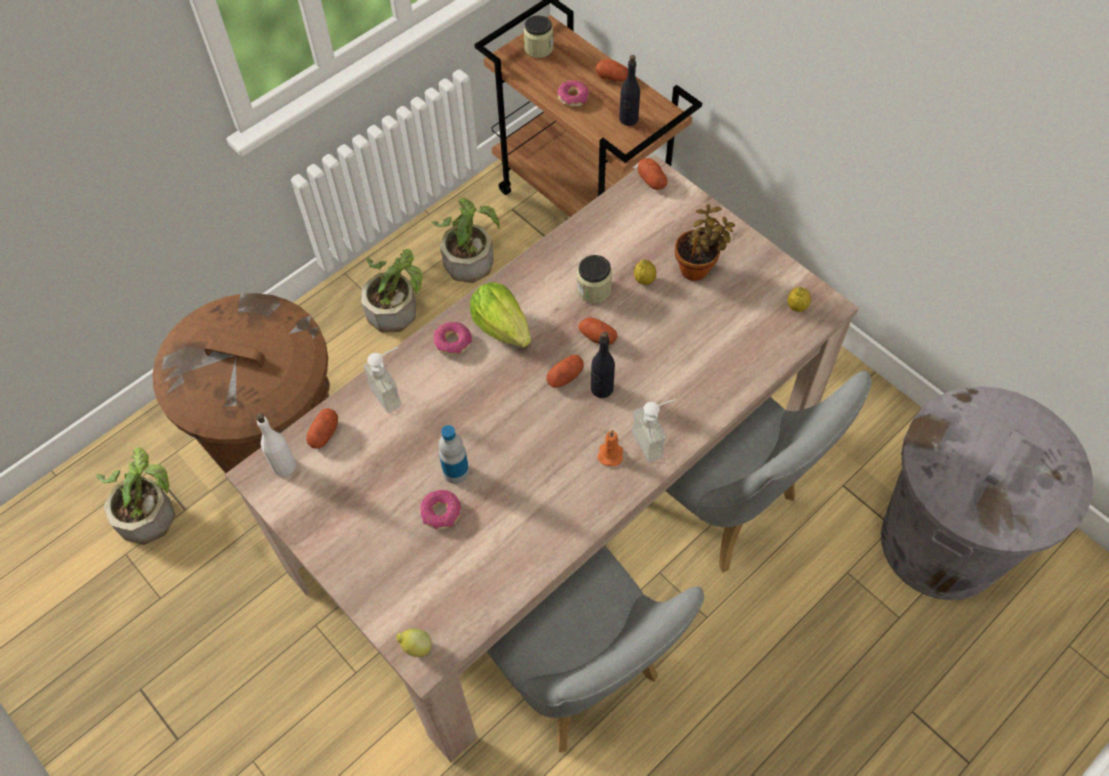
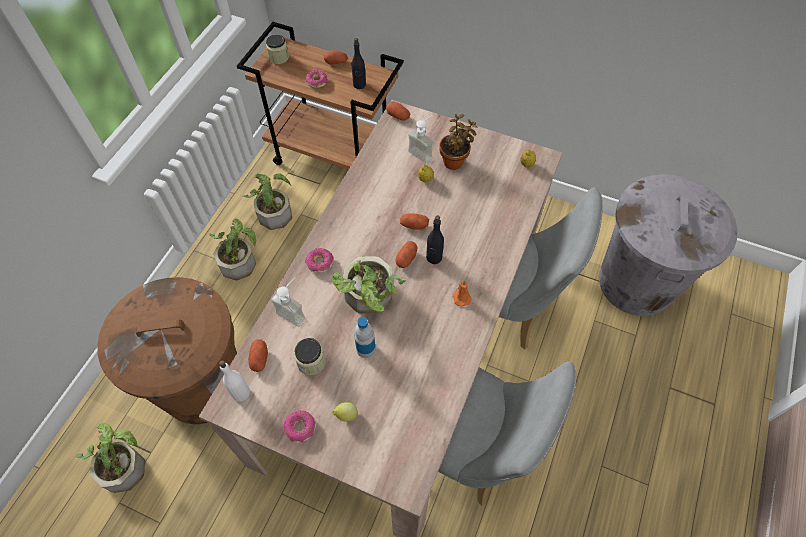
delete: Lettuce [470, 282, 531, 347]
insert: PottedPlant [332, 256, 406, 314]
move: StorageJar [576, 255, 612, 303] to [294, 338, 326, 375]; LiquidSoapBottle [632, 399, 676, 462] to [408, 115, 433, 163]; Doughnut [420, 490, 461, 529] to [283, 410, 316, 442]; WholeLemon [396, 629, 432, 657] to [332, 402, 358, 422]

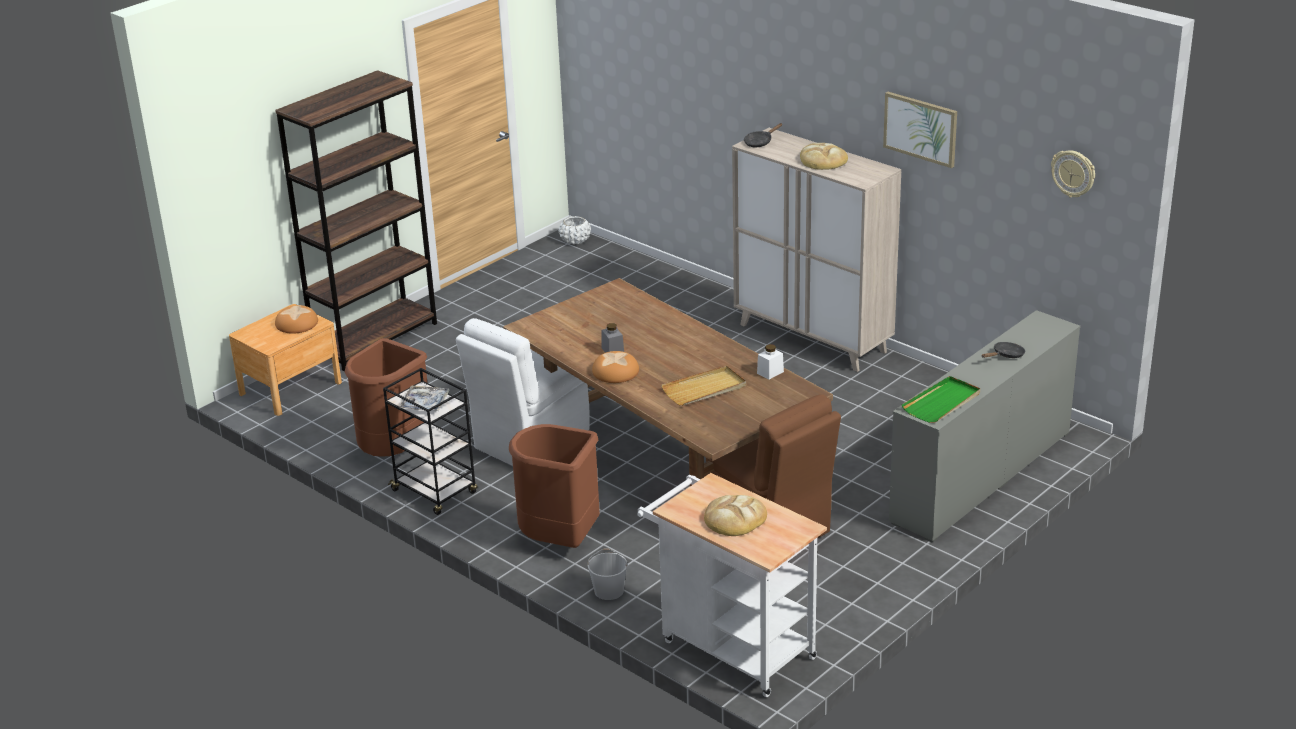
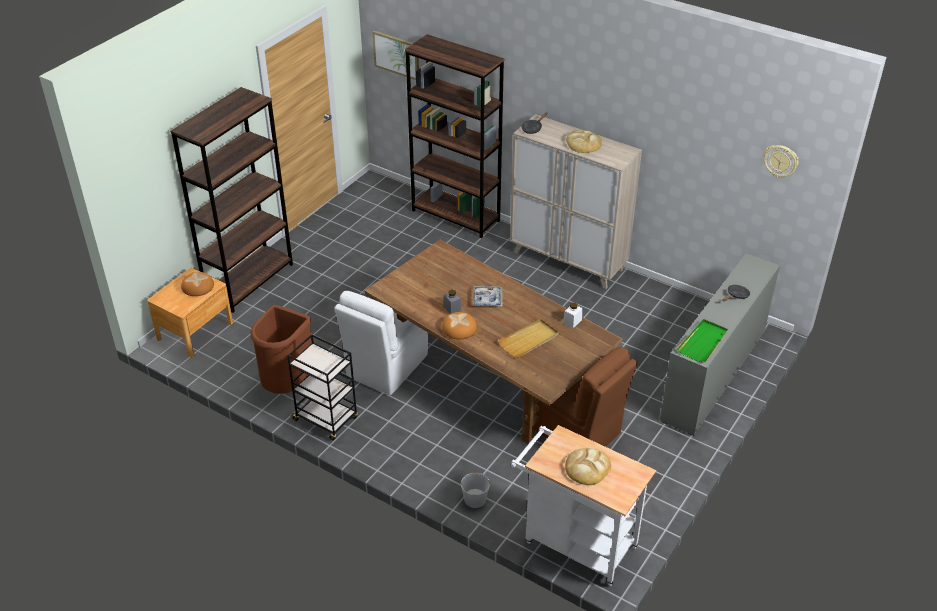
delete: WhiteFlowerPot [559, 216, 591, 244]; BrownRubbishBin [509, 424, 600, 548]
insert: BrownBookshelf [405, 34, 504, 239]
move: WallPicture [883, 92, 957, 168] to [372, 31, 419, 80]; Tray [399, 386, 450, 411] to [473, 286, 502, 306]

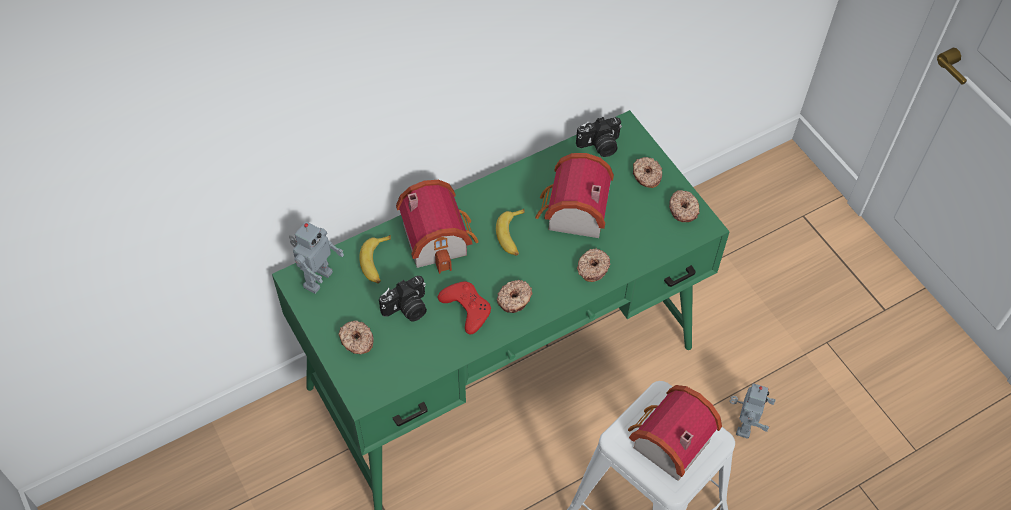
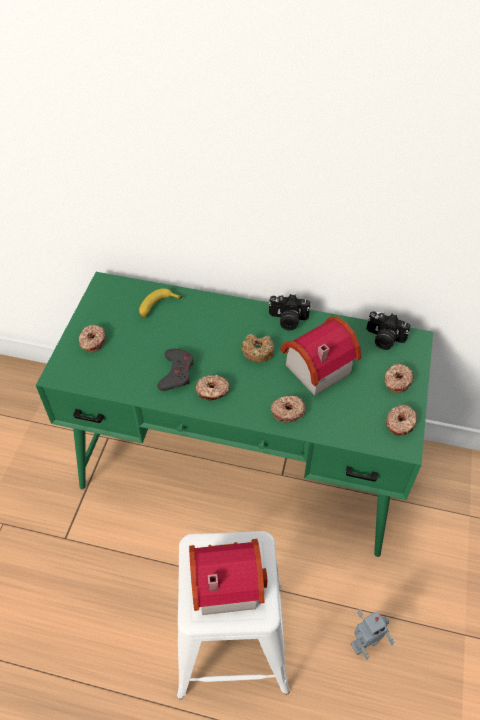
delete: ModelHouse [396, 180, 478, 274]; ToyRobot [289, 222, 344, 294]
move: StillCamera [379, 276, 427, 322] to [268, 294, 310, 330]
replace: Banana [496, 209, 525, 256] to Doughnut [242, 333, 274, 362]
recolor: RedGamepad [438, 281, 491, 335] to GrayGamepad [157, 349, 193, 391]

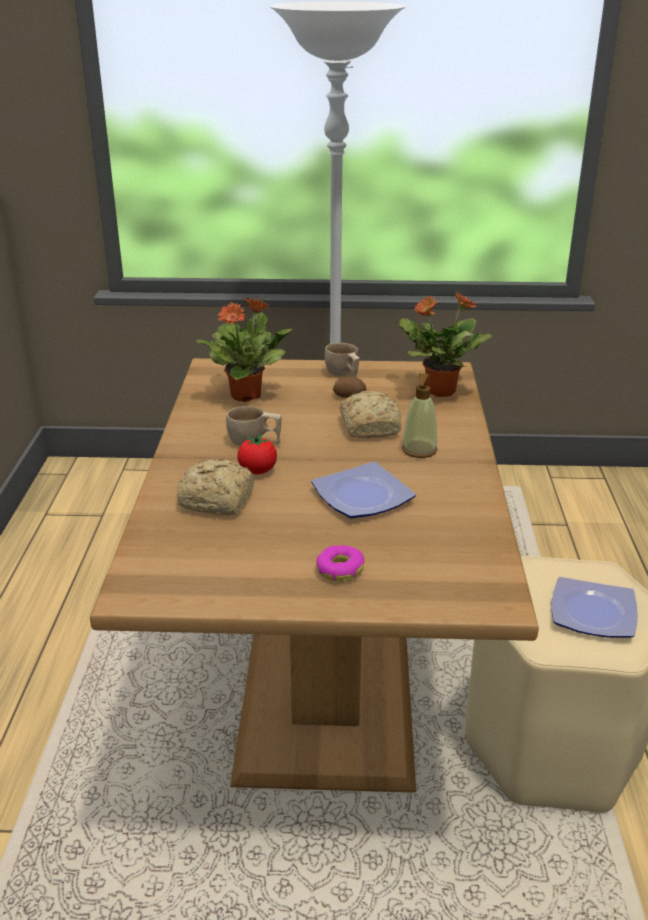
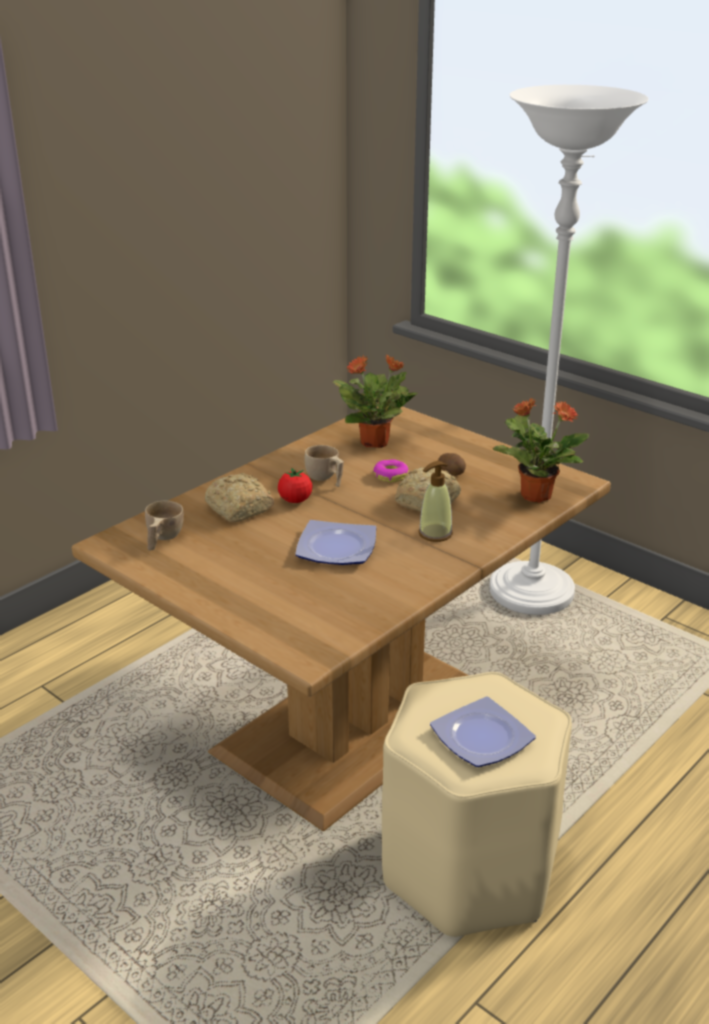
move: SandColouredDrinkingCup [325, 343, 359, 377] to [145, 500, 184, 551]; Doughnut [316, 545, 364, 582] to [373, 459, 409, 482]

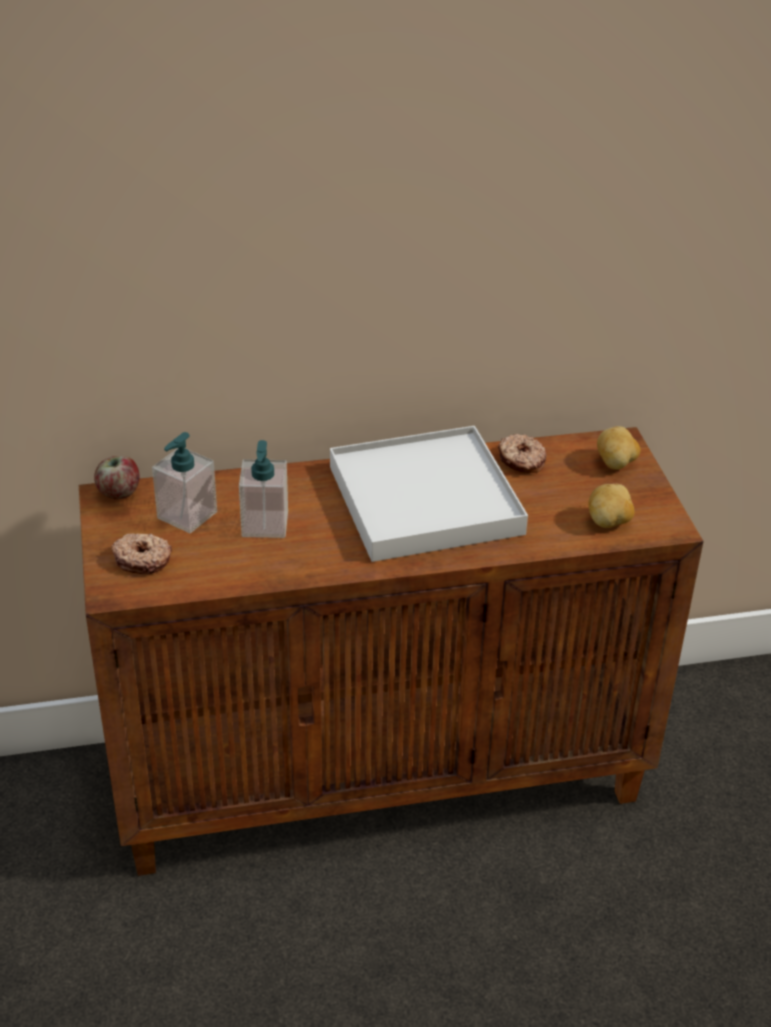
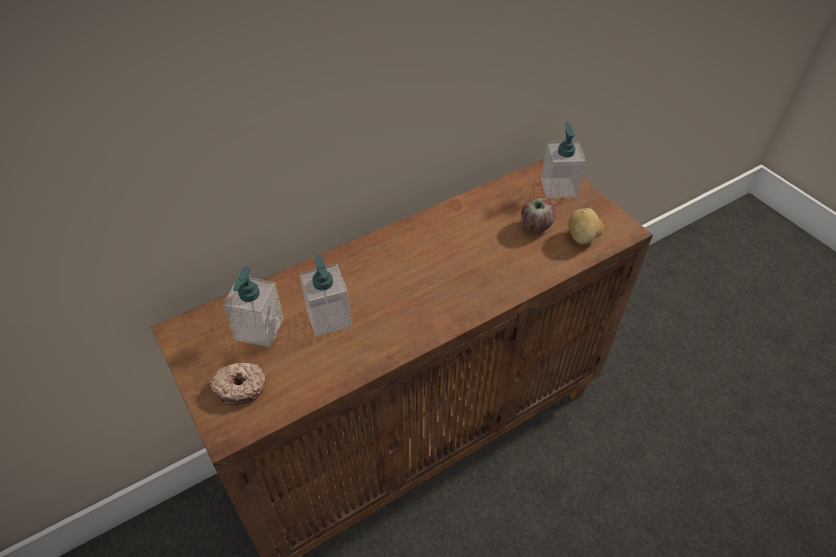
delete: WhiteTray [330, 426, 528, 562]; Doughnut [498, 434, 546, 474]
move: Apple [94, 456, 140, 500] to [521, 198, 556, 233]
replace: Potato [597, 426, 641, 470] to LiquidSoapBottle [541, 122, 586, 199]

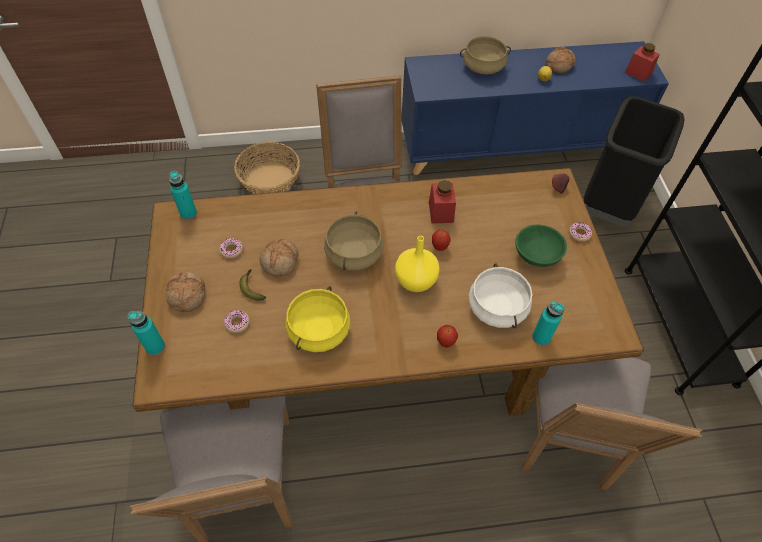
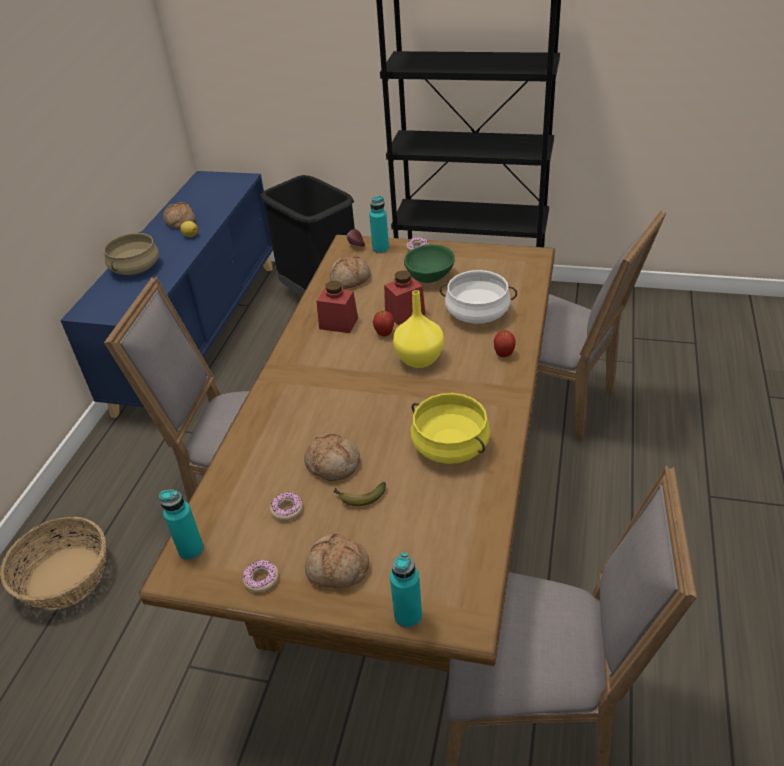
delete: SandColouredStockpot [324, 212, 383, 270]
insert: BakedBread [330, 256, 371, 289]
move: RedStorageJar [625, 43, 660, 82] to [384, 270, 425, 325]; TurquoiseBottle [532, 301, 565, 346] to [369, 196, 389, 253]; Doughnut [224, 310, 250, 333] to [243, 560, 279, 593]

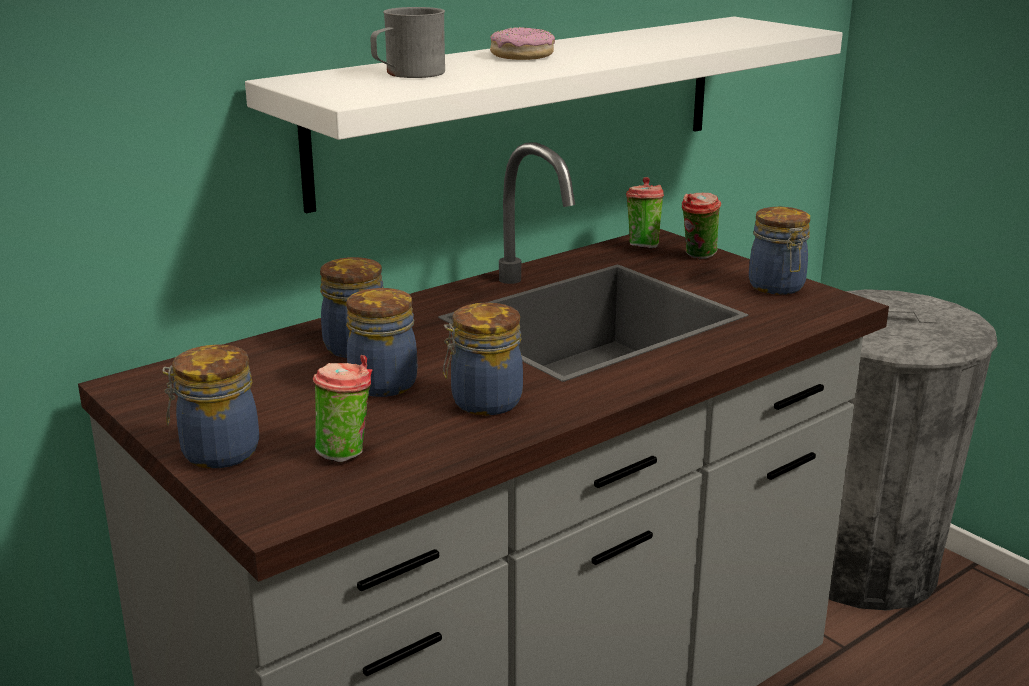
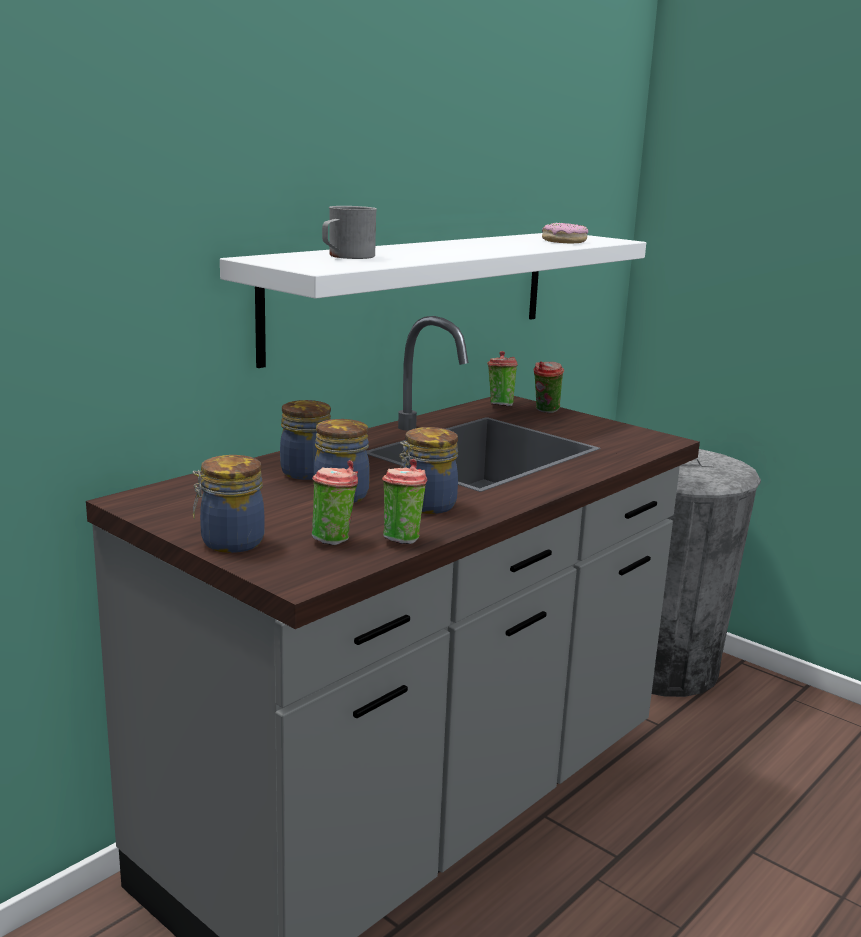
delete: StorageJar [749, 207, 810, 295]
insert: DrinkingCup [382, 459, 427, 544]
move: Doughnut [490, 27, 555, 60] to [542, 223, 588, 243]

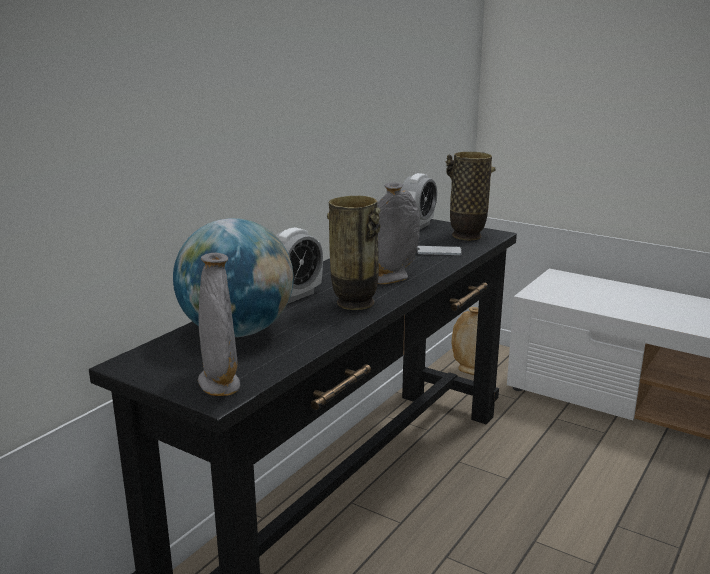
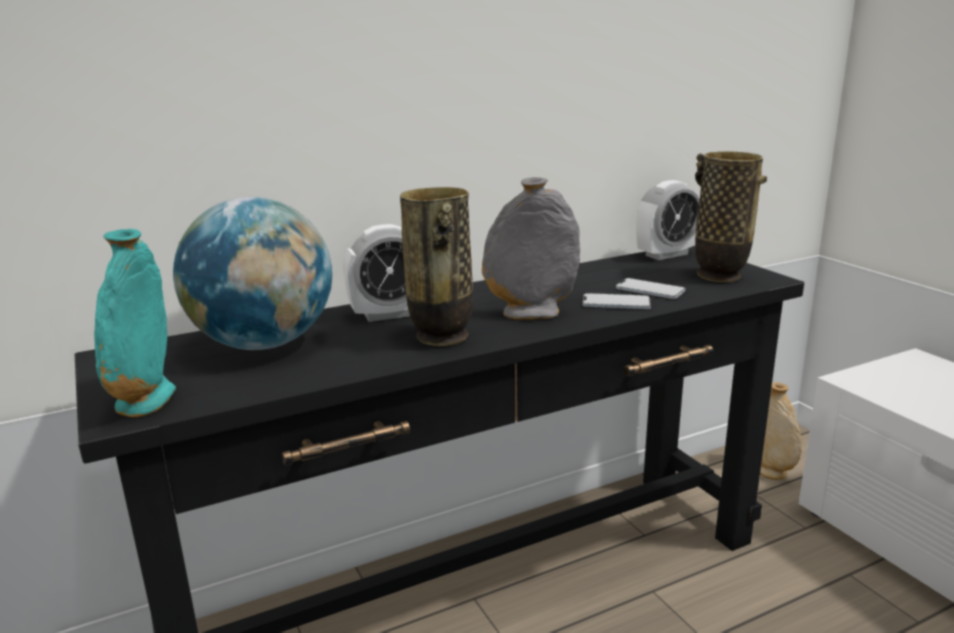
insert: Telephone [582, 293, 651, 309]
recolor: GrayFlowerVase [198, 253, 240, 396] to TurquoiseFlowerVase [94, 229, 176, 417]

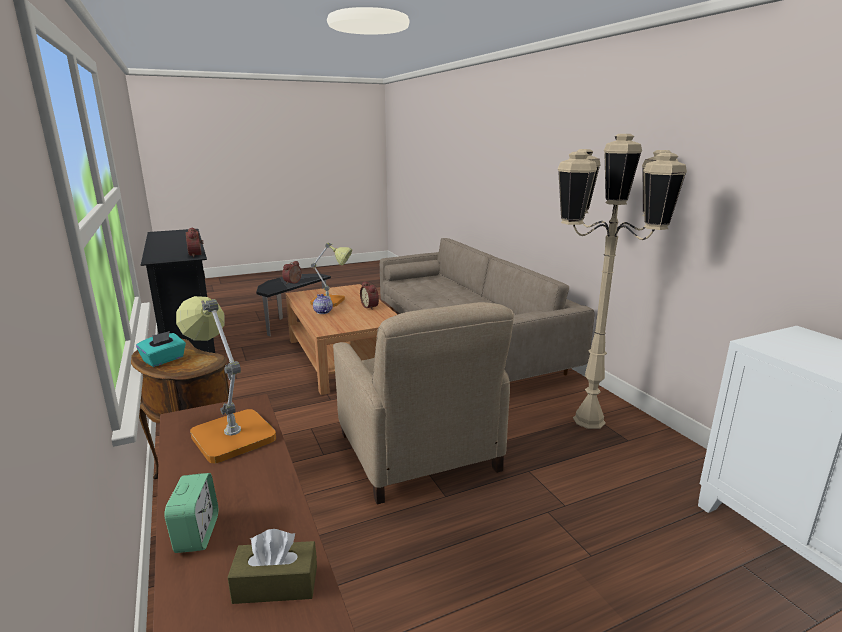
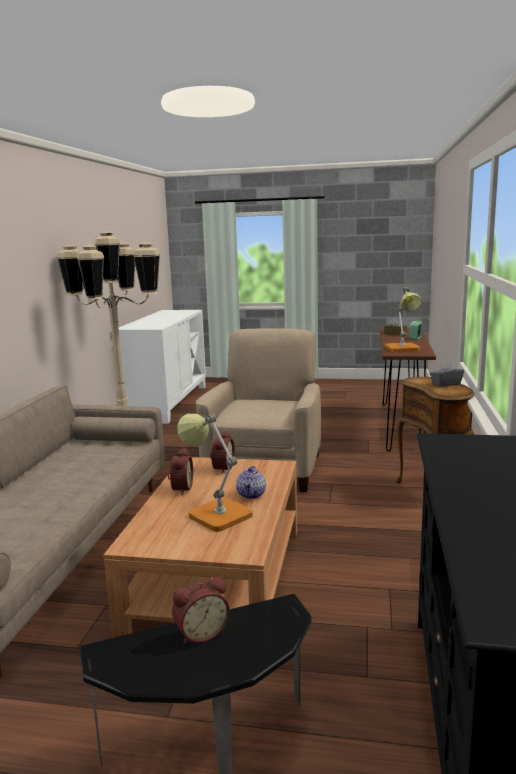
move: AlarmClock [186, 228, 203, 257] to [210, 431, 235, 474]
recolor: TurquoiseBoxOfTissues [136, 331, 186, 367] to GrayBoxOfTissues [430, 361, 464, 387]

